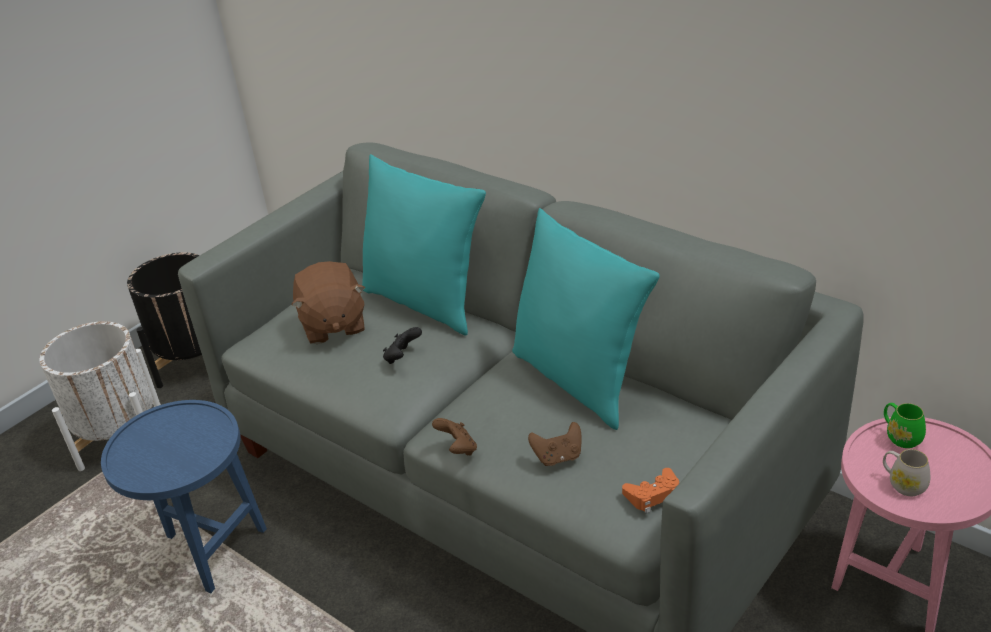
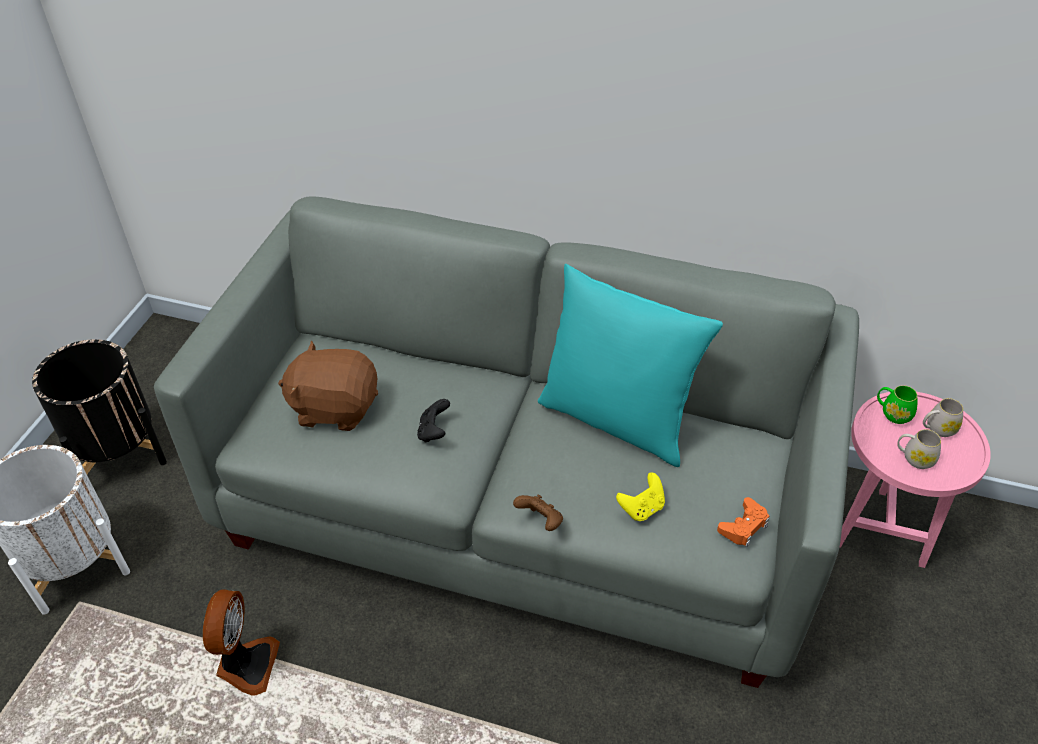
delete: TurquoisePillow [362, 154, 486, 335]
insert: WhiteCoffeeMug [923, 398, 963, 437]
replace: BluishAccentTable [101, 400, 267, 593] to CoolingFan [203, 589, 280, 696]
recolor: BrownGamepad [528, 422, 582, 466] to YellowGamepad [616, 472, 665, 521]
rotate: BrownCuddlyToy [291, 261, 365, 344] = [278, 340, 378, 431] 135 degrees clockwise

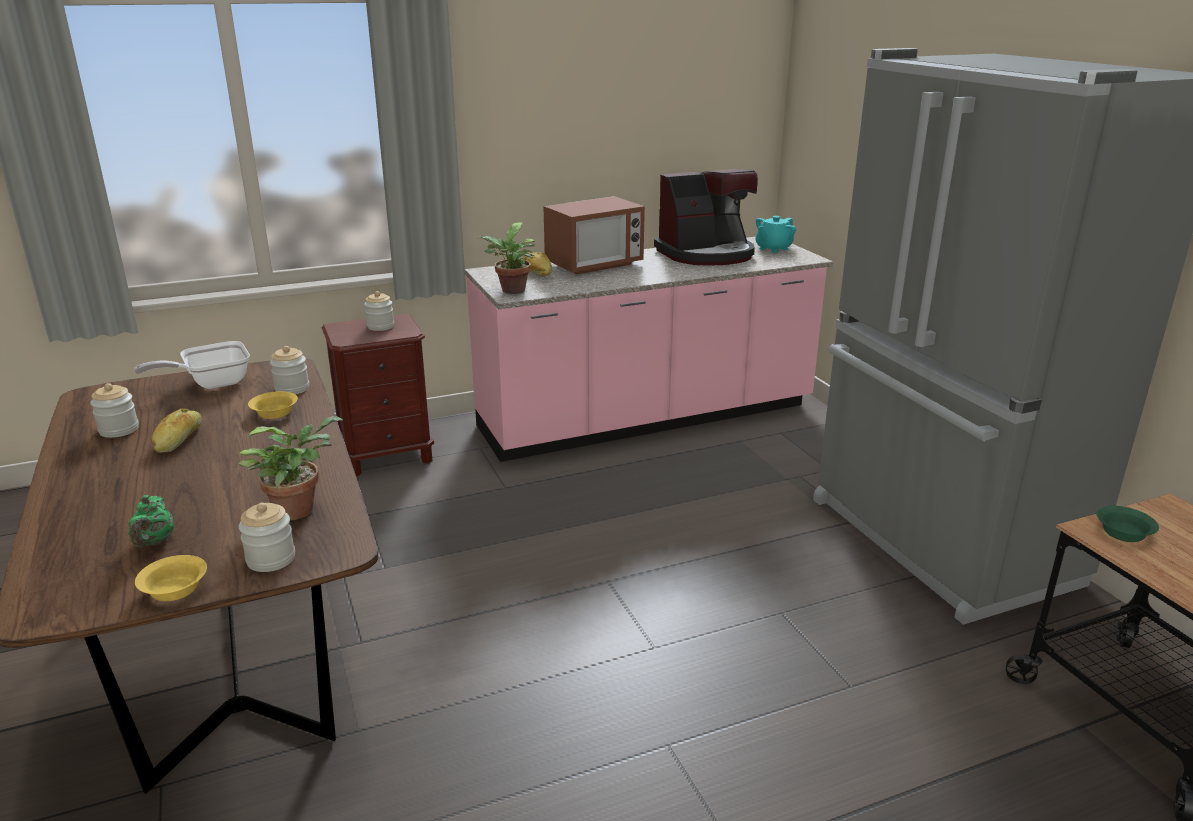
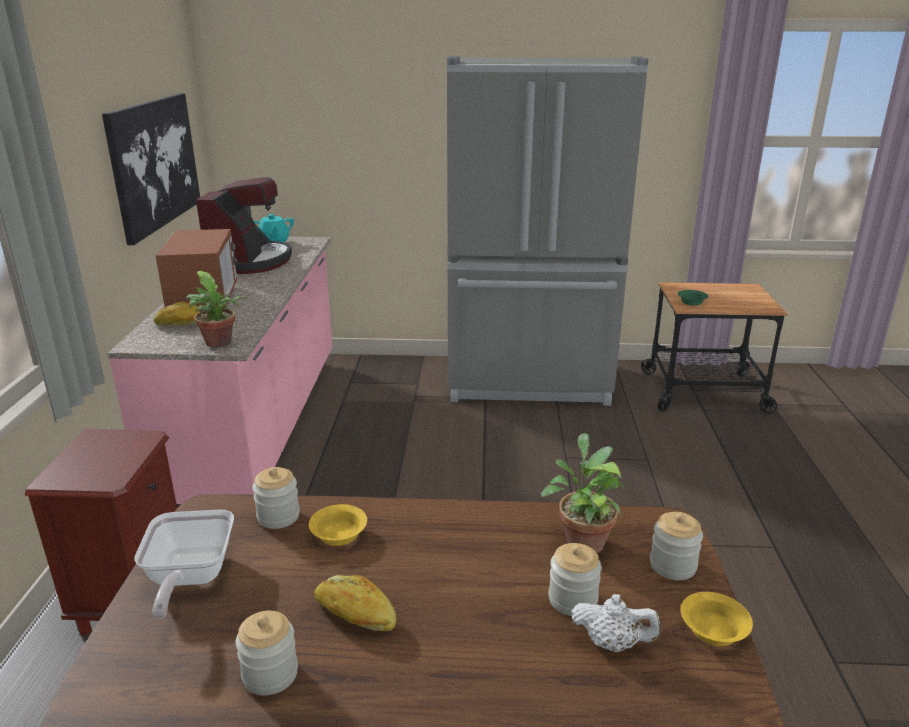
insert: WallPicture [102, 93, 200, 245]
move: StorageJar [364, 291, 394, 331] to [549, 543, 602, 616]
recolor: GreenishPotForTea [128, 495, 174, 547] to WhitePotForTea [571, 594, 661, 652]

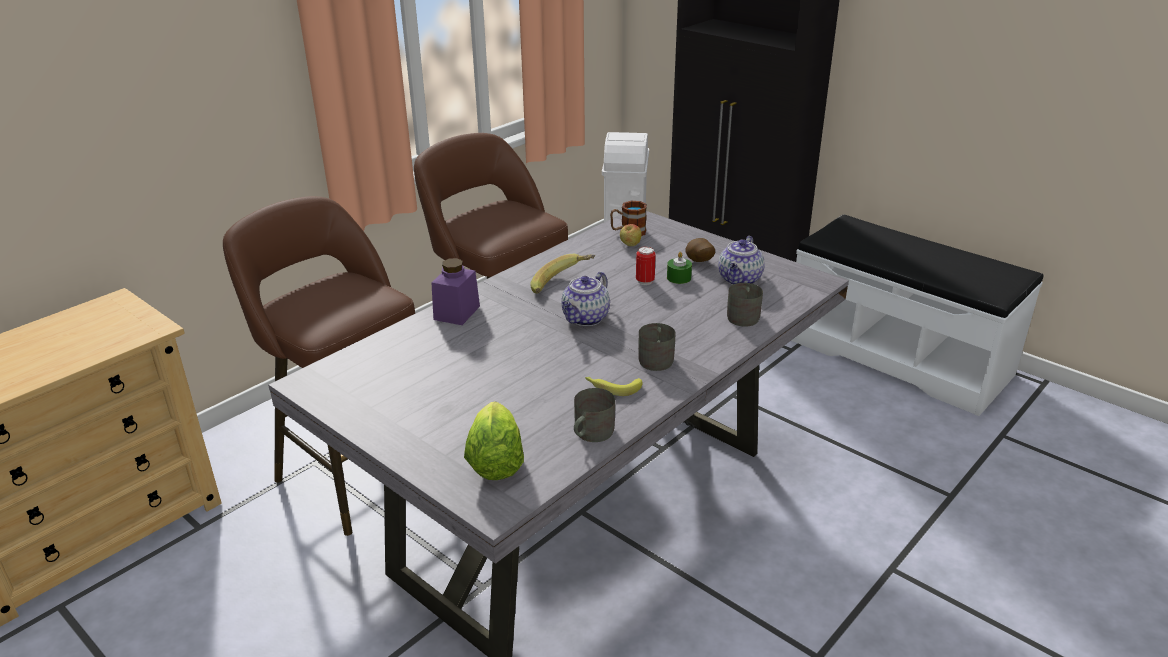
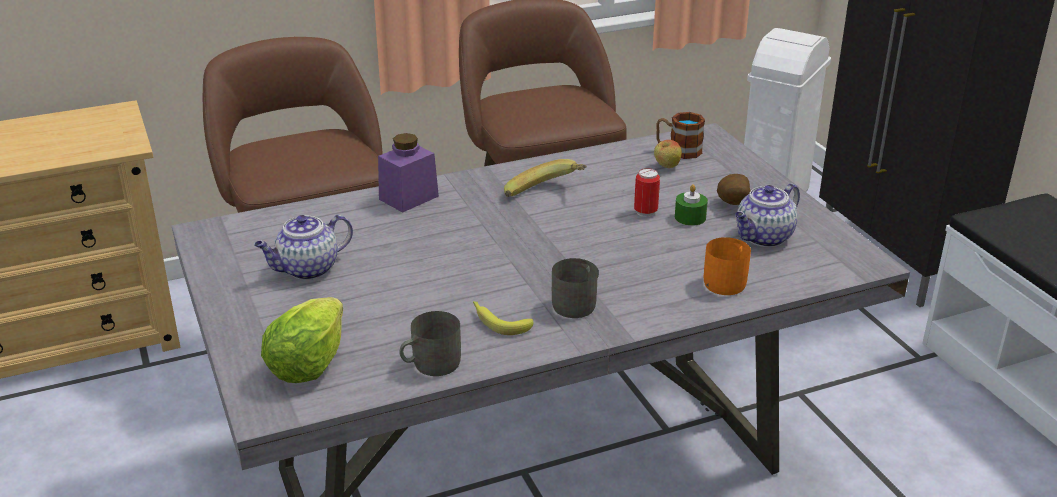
move: PotForTea [561, 272, 610, 326] to [254, 215, 353, 280]
recolor: GrayCoffeeMug [727, 283, 763, 327] to OrangeyCoffeeMug [704, 237, 751, 295]

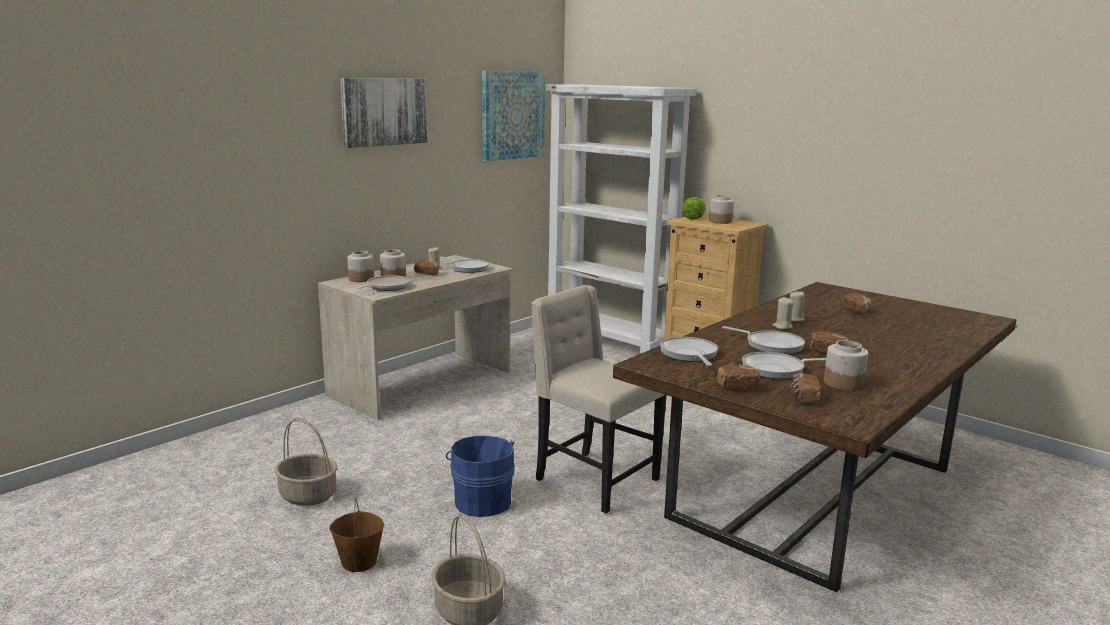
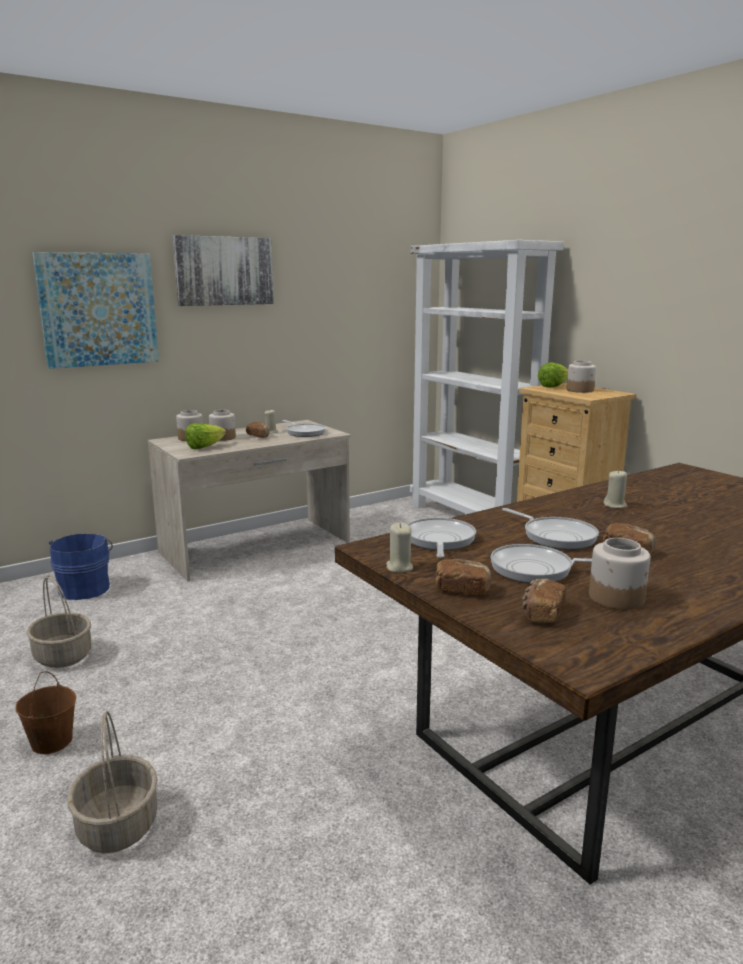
delete: SandColouredUprightChair [531, 285, 666, 513]; BakedBread [842, 293, 871, 314]
move: WallPicture [482, 71, 545, 161] to [32, 252, 159, 369]; SandColouredCandle [773, 297, 794, 329] to [386, 523, 413, 573]; BluishPail [446, 436, 515, 517] to [49, 533, 113, 600]
replace: Pan [357, 275, 410, 291] to Lettuce [185, 423, 226, 449]

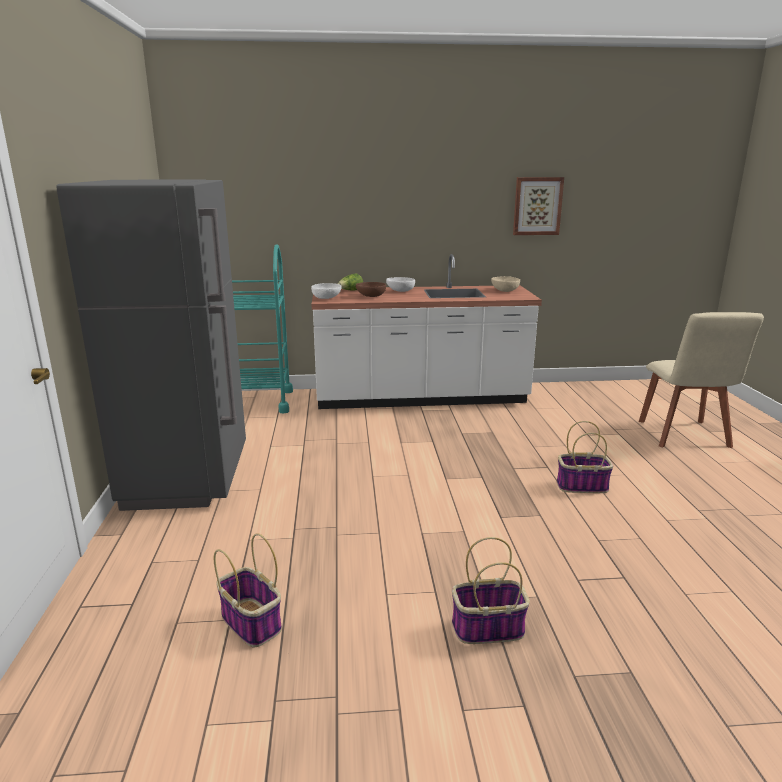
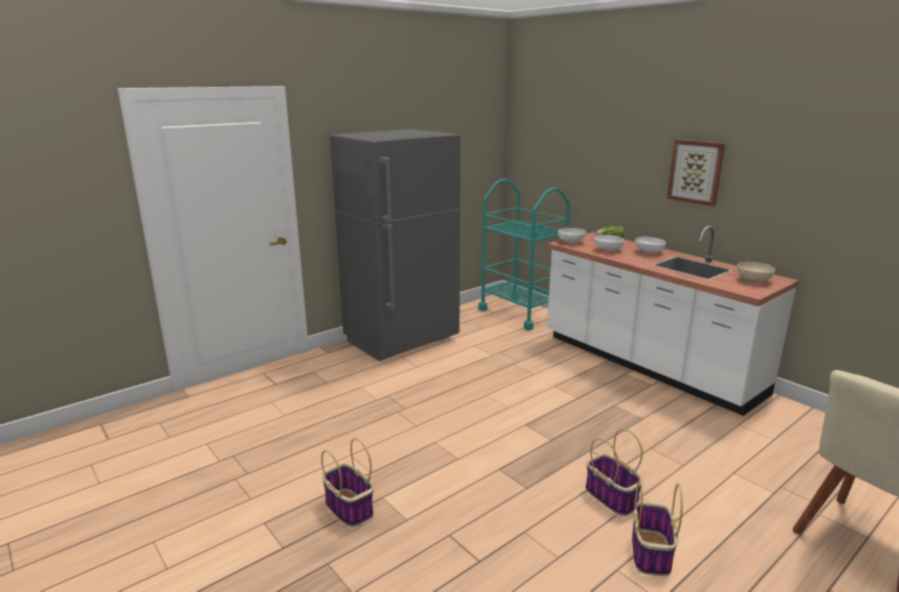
move: WallPicture [513, 177, 564, 235] to [667, 139, 725, 206]; Basket [214, 533, 282, 648] to [632, 478, 683, 576]
recolor: BrownServingBowl [356, 282, 386, 297] to WhiteServingBowl [594, 235, 624, 251]

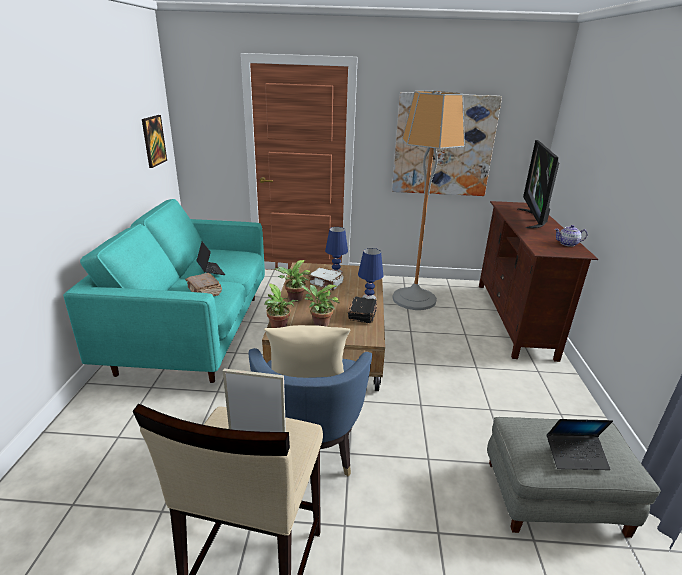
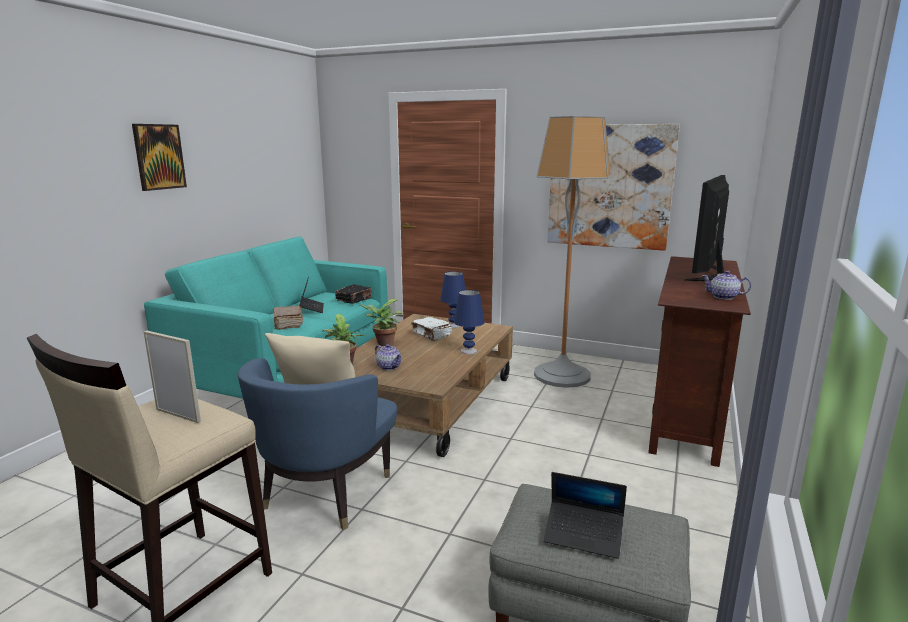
move: WallPicture [142, 115, 167, 168] to [132, 124, 187, 191]; BlackColouredVolume [348, 297, 377, 323] to [335, 284, 372, 304]
replace: PottedPlant [300, 284, 340, 327] to PotForTea [375, 344, 402, 370]

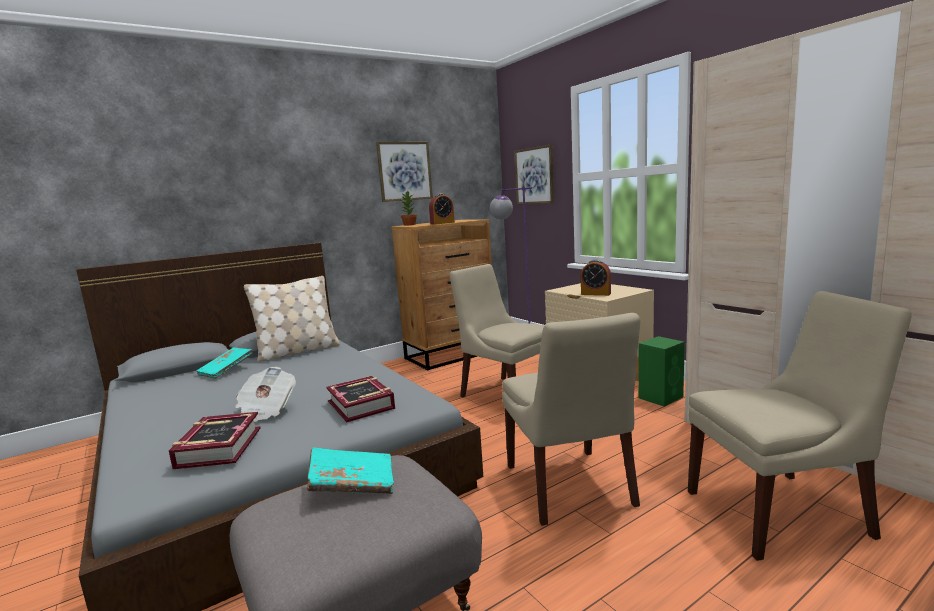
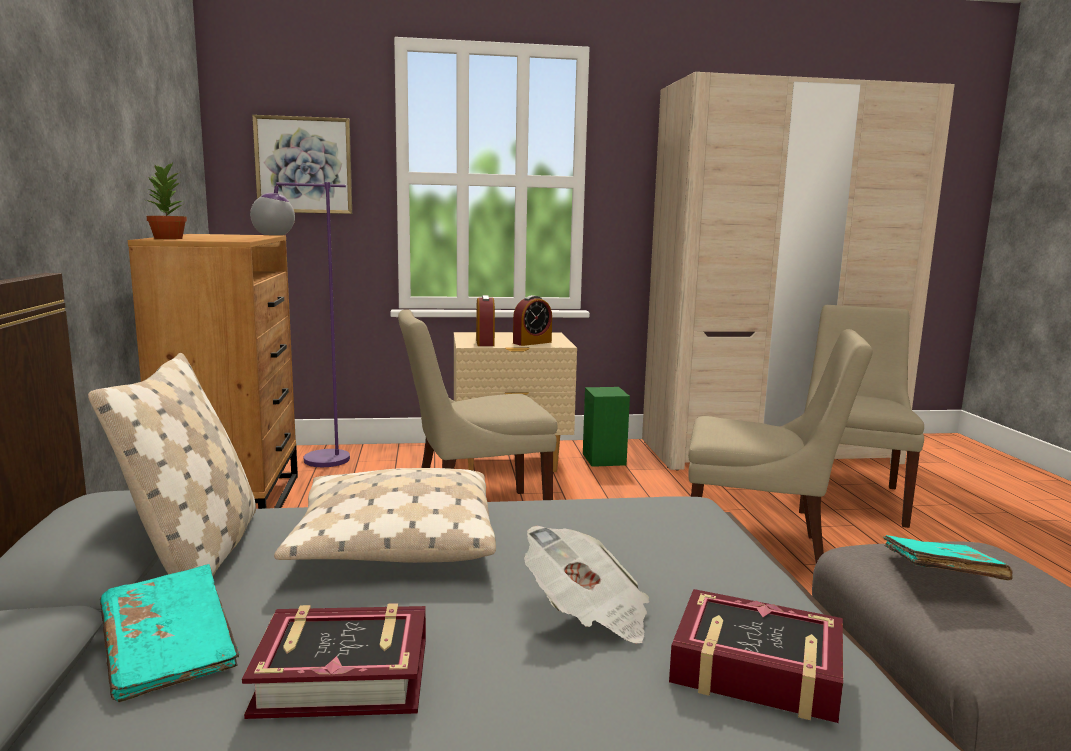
delete: WallPicture [376, 142, 433, 202]
insert: SandColouredPillow [274, 468, 496, 563]
move: AlarmClock [429, 194, 455, 225] to [476, 295, 495, 346]; Volume [326, 376, 395, 422] to [242, 603, 426, 719]

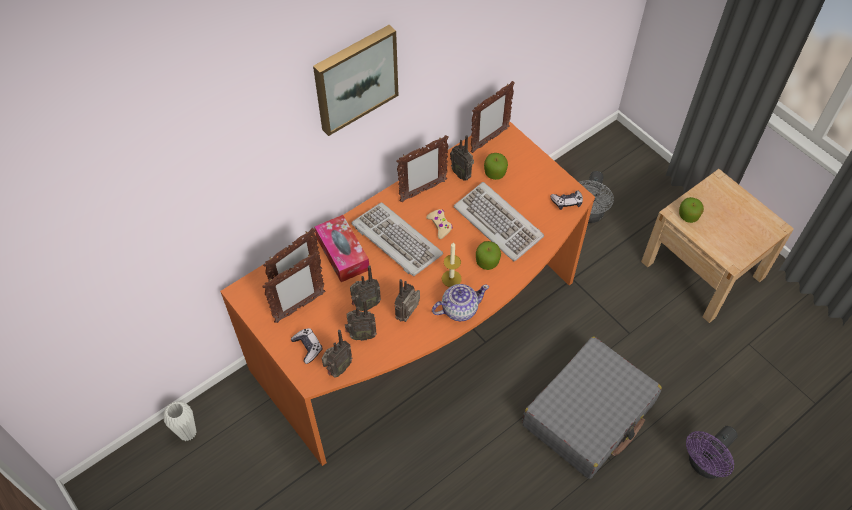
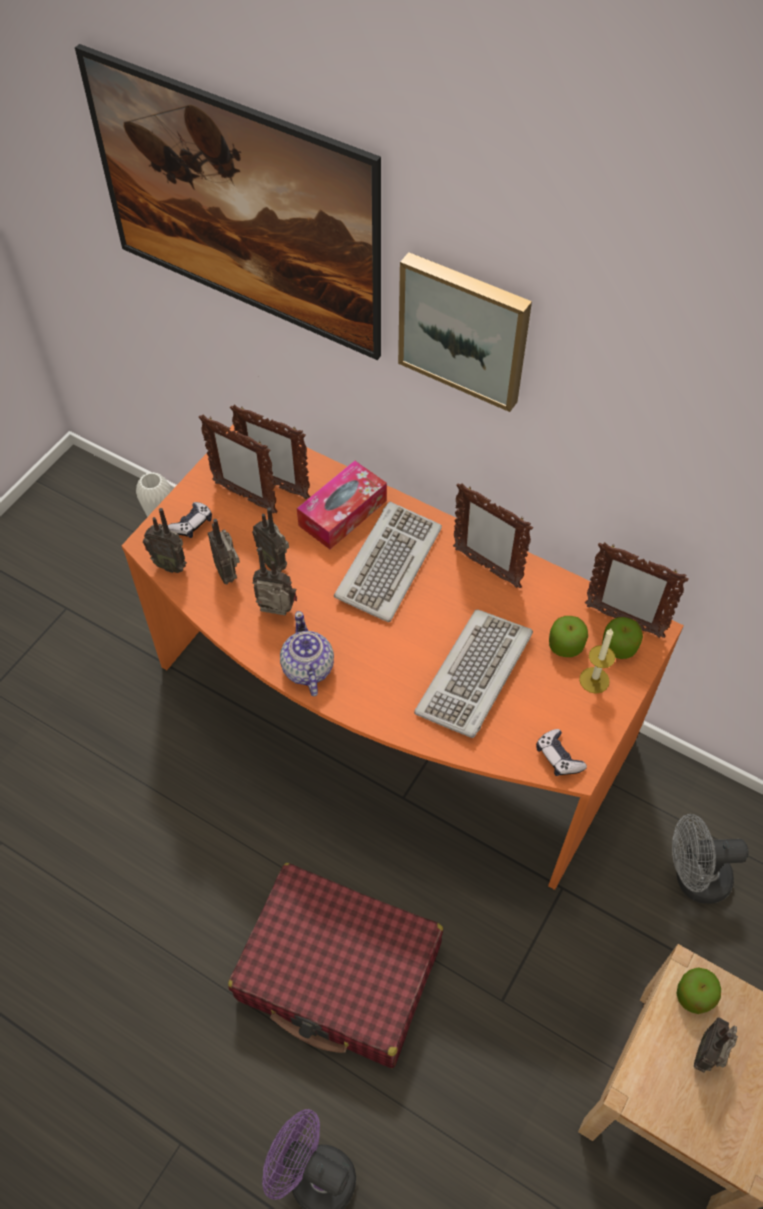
delete: SandColouredGamepad [426, 209, 453, 239]
insert: WallPicture [75, 44, 381, 360]
move: RadioReceiver [450, 135, 474, 181] to [694, 1017, 738, 1073]; Apple [476, 241, 501, 270] to [602, 617, 643, 659]; Candle [442, 242, 462, 287] to [579, 628, 615, 694]
recolor: GrayPieceOfLuggage [522, 336, 662, 479] to RedPieceOfLuggage [228, 863, 443, 1068]
rotate: PotForTea [432, 284, 489, 322] = [280, 611, 334, 696] 150 degrees counterclockwise

